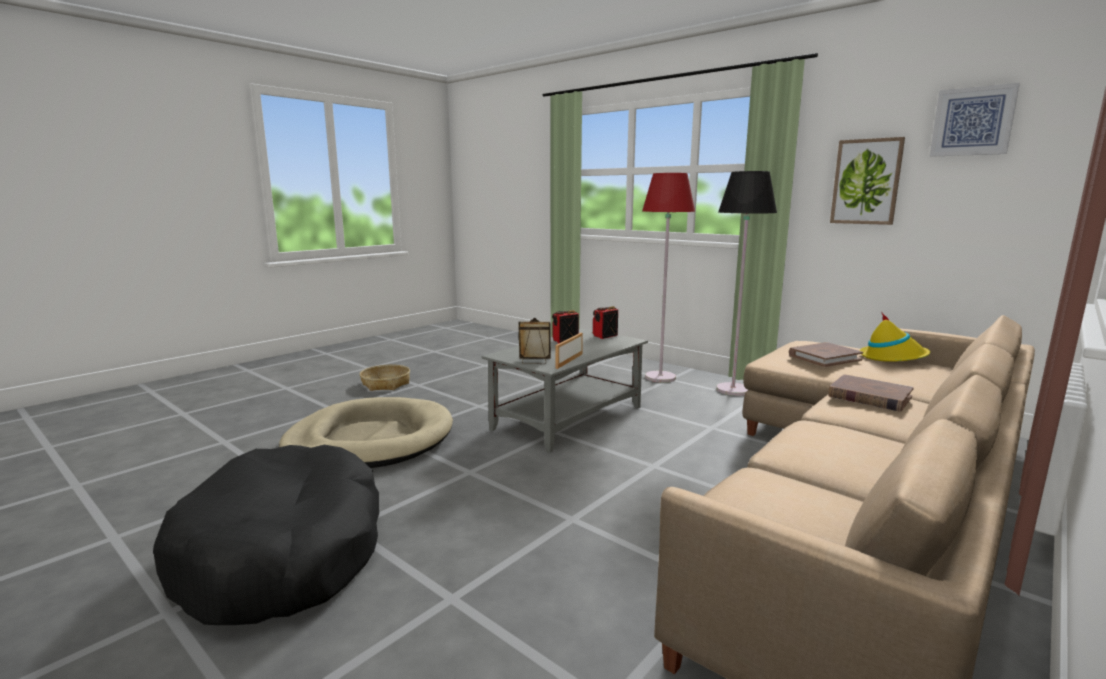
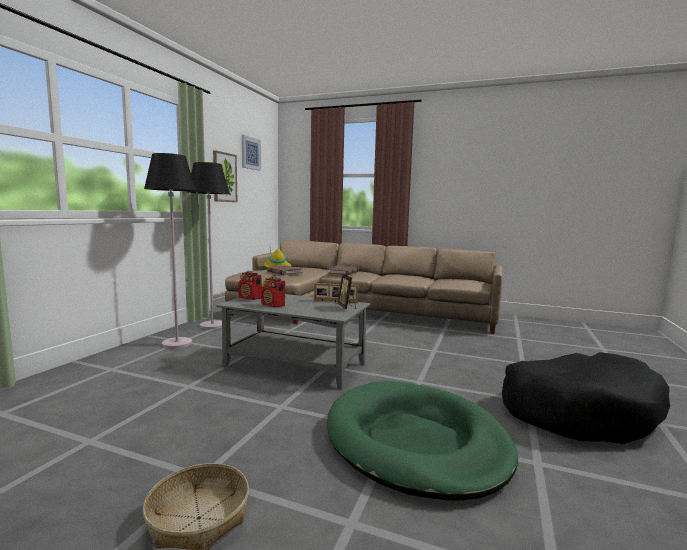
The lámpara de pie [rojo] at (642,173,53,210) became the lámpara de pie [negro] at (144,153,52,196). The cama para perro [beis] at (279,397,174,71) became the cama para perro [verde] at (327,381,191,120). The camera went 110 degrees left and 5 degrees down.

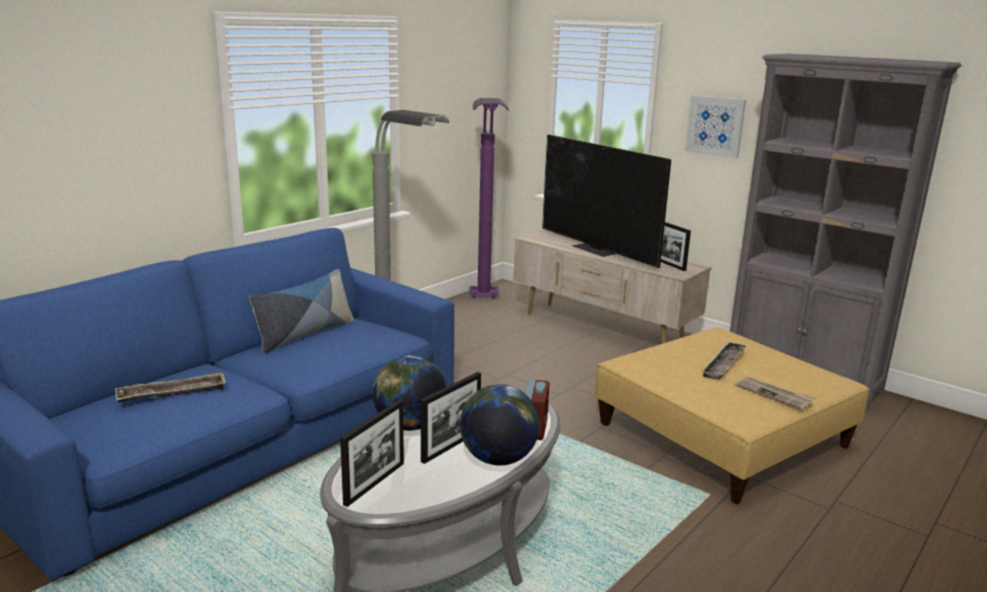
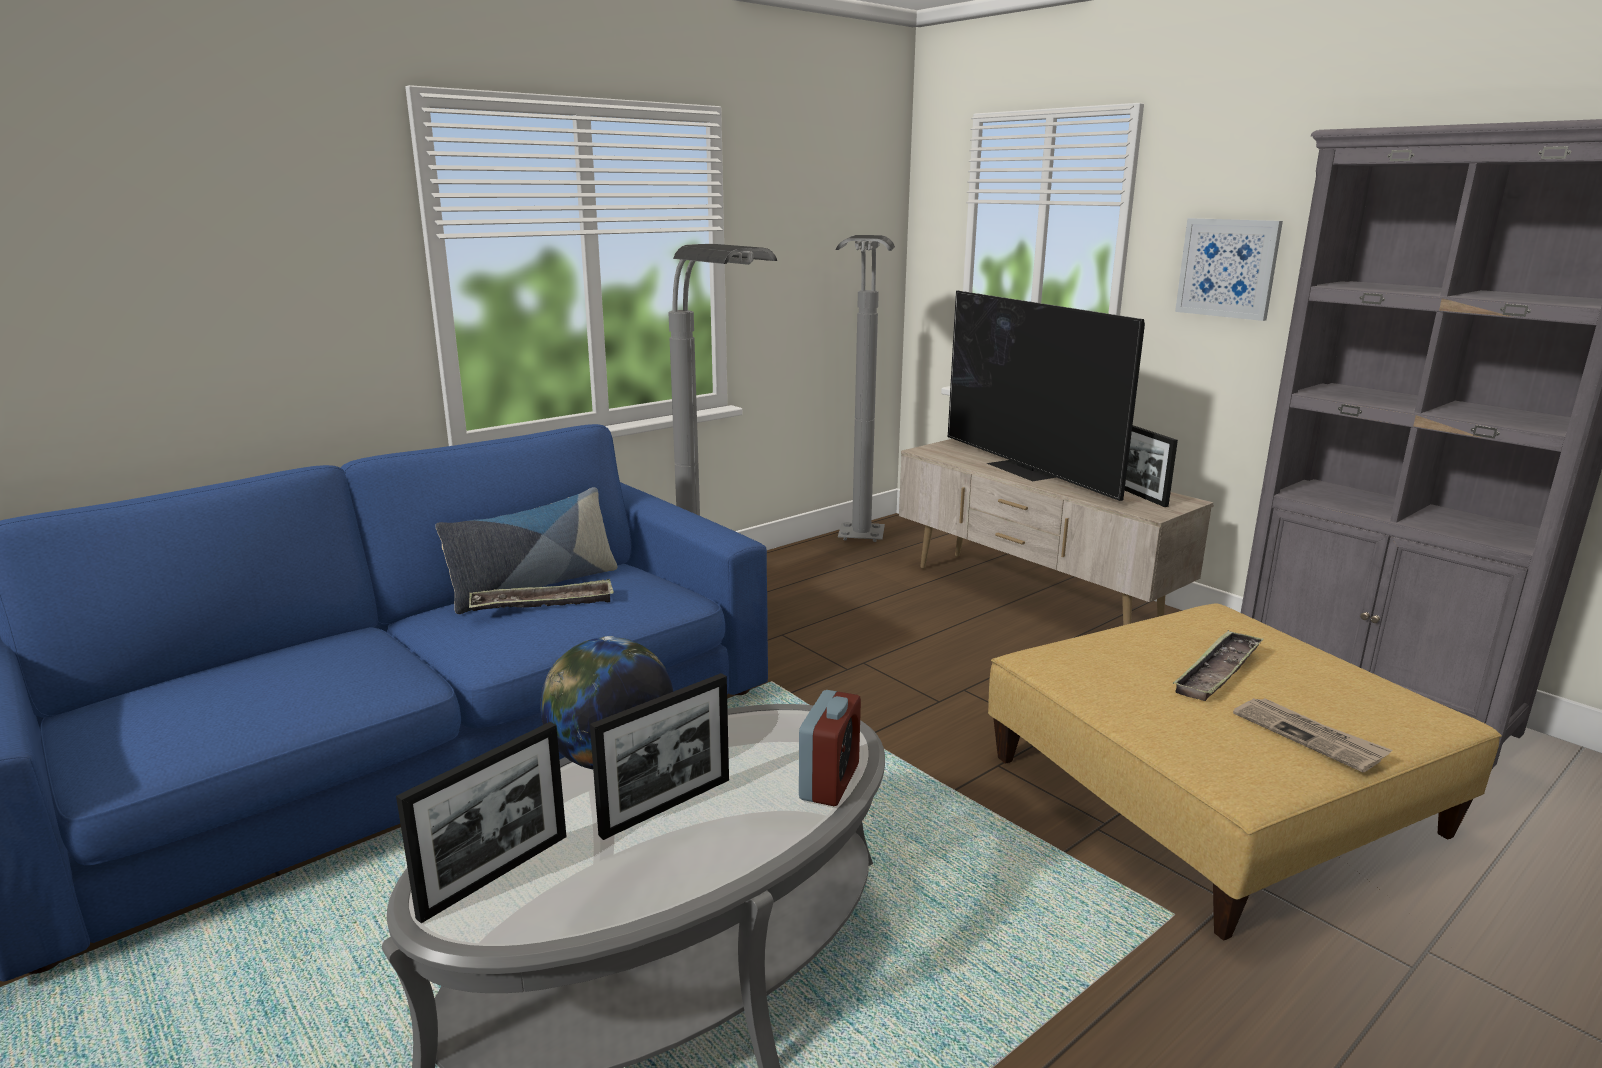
The bandeja moved from (115,372,111,30) to (469,579,145,32). The lámpara de pie [morado] at (469,98,40,201) became the lámpara de pie [gris] at (836,235,59,307). The globo terráqueo at (460,384,80,82) disappeared. The camera went 10 degrees right and 0 degrees up.

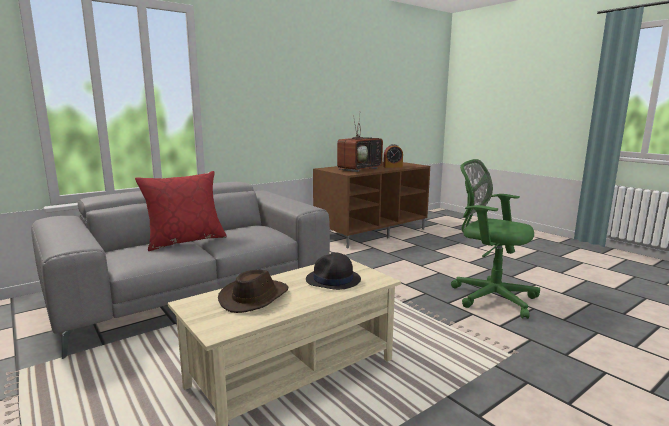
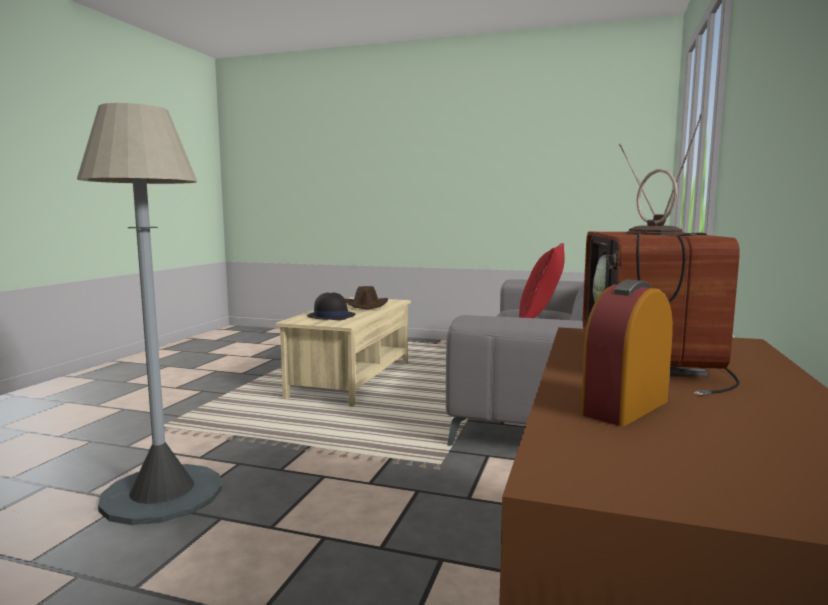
The silla de oficina [verde] at (451,159,89,160) was replaced by the lámpara de pie [gris] at (77,103,145,422). The camera went 145 degrees right and 5 degrees down.

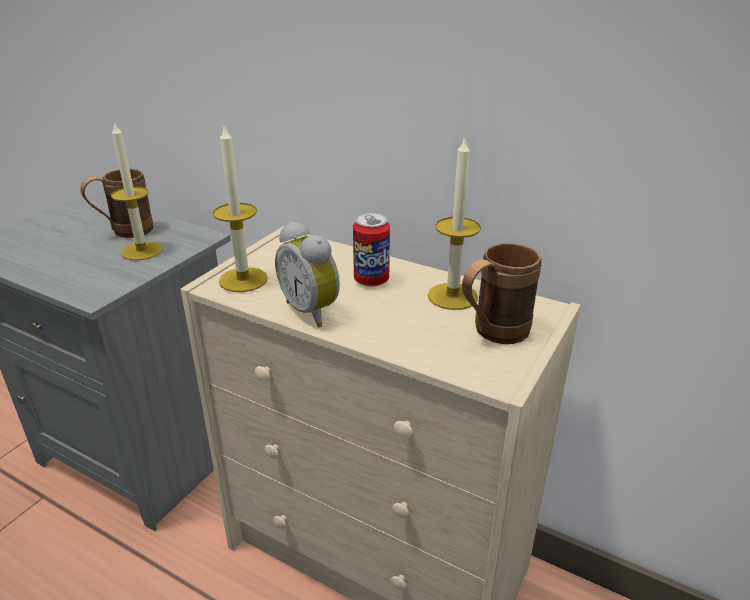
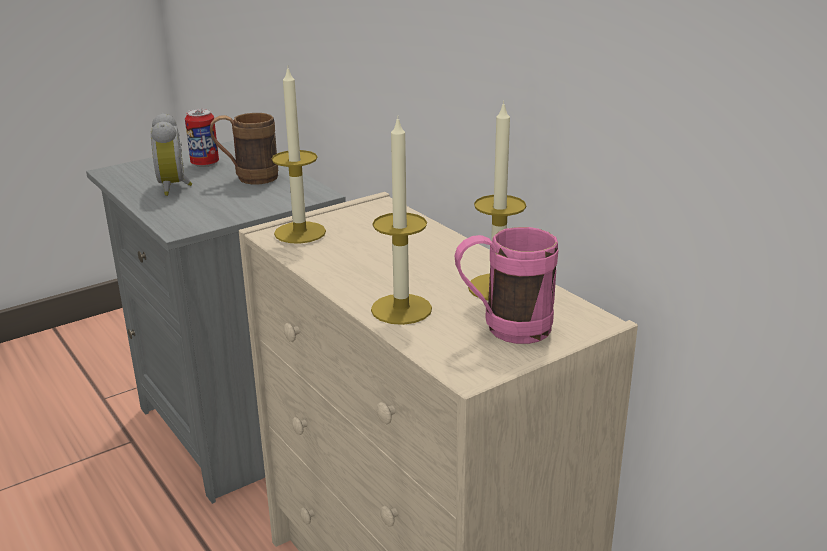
The despertador moved from (275,221,65,107) to (151,113,41,83). The lata moved from (353,213,37,74) to (185,109,34,58). The vela moved from (111,121,52,139) to (371,116,61,209). The taza grande [marrón] at (462,243,80,101) became the taza grande [rosa] at (454,227,105,117). The camera went 25 degrees right and 5 degrees down.

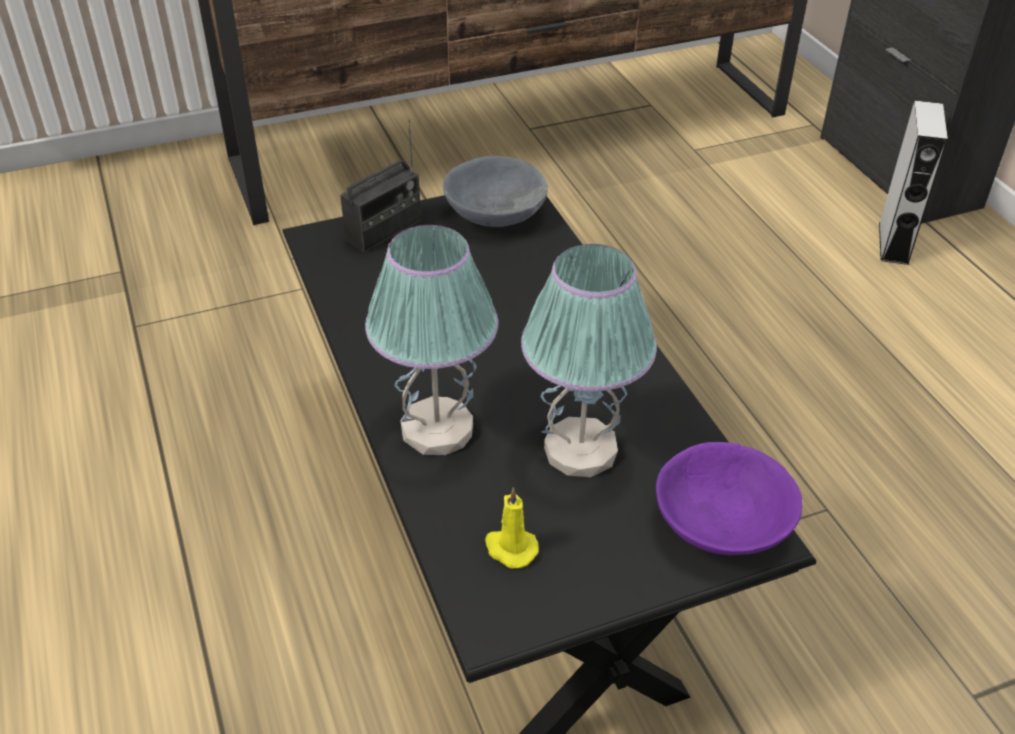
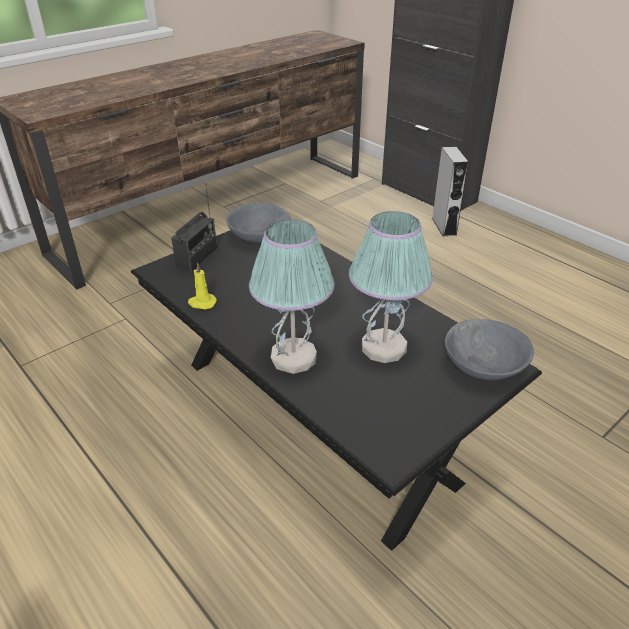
The vela [amarillo] moved from (485,488,54,80) to (188,263,29,47). The cuenco [morado] at (656,442,146,113) became the cuenco [gris] at (445,319,89,61). The camera went 20 degrees left and 5 degrees down.

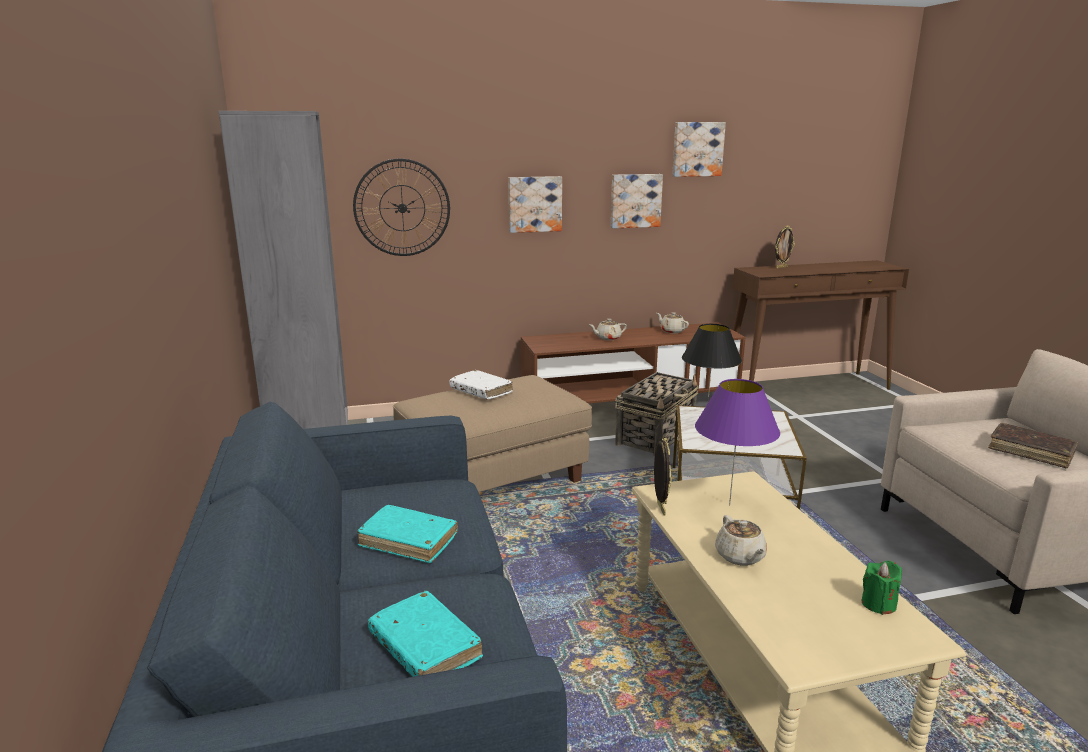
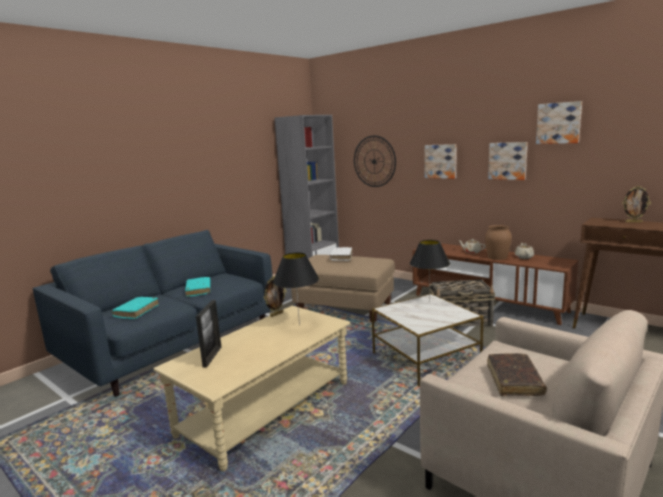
The portarretratos at (196,300,25,68) appeared. The lámpara de mesa [morado] at (695,379,85,127) became the lámpara de mesa [negro] at (273,253,46,72). The florero [marrón] at (485,225,27,35) appeared. The tetera [beis] at (715,515,52,50) disappeared. The vela [verde] at (862,561,40,54) disappeared. The camera went 55 degrees right and 5 degrees down.

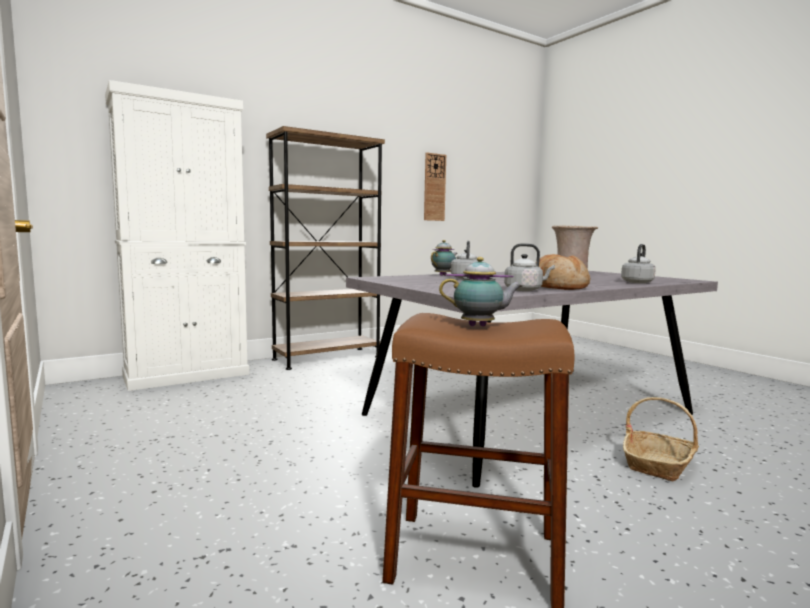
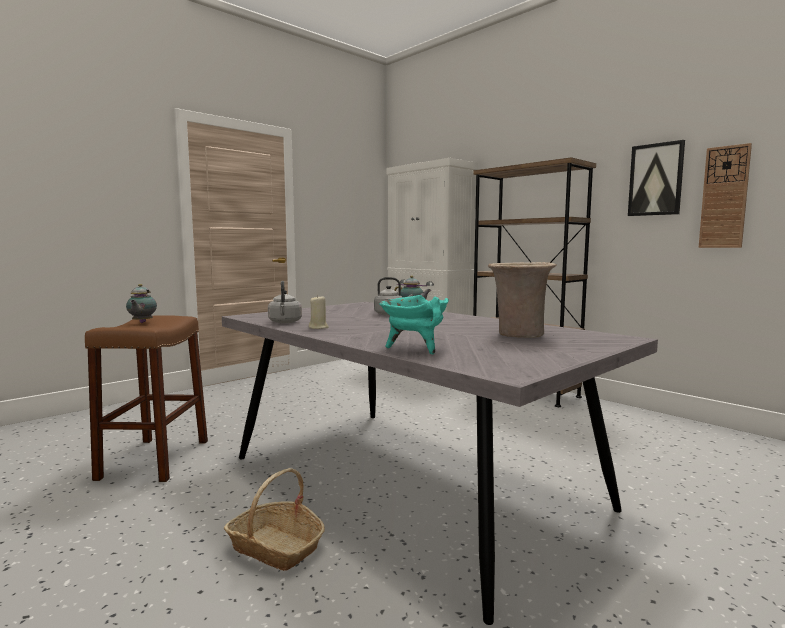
The pan at (535,254,55,36) was replaced by the vela [beis] at (309,295,20,34). The hervidor [gris] at (621,244,35,39) was replaced by the olla [turquesa] at (379,295,70,59). The cuadro at (628,140,57,76) appeared. The camera went 80 degrees right and 0 degrees up.

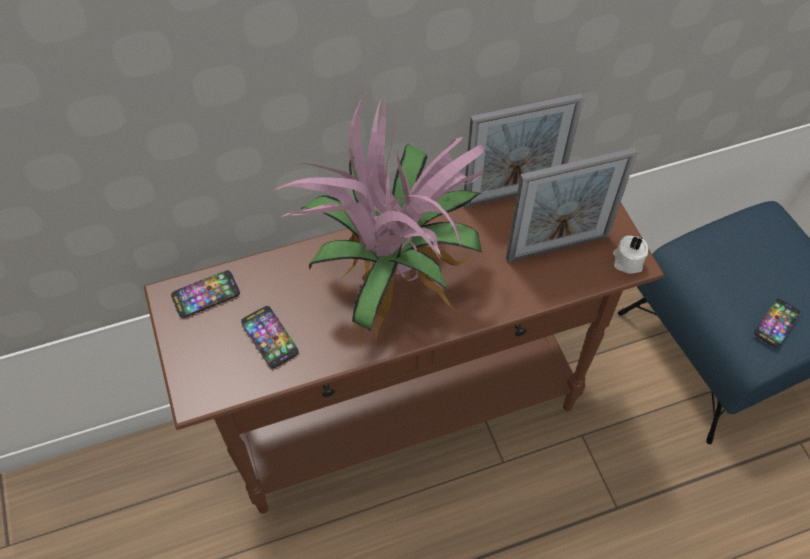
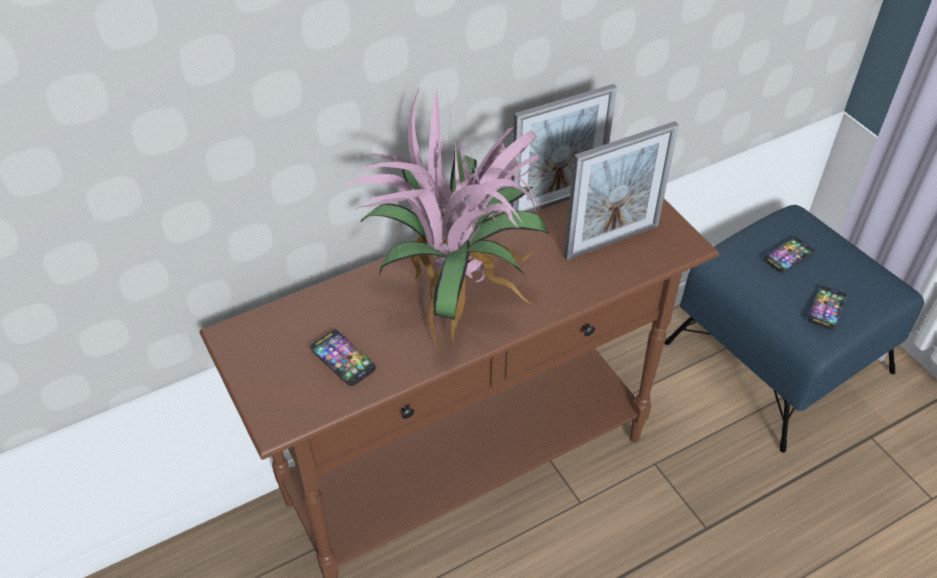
The móvil moved from (171,270,69,48) to (764,237,50,36). The vela [blanco] at (613,236,35,38) disappeared. The camera went 10 degrees left and 10 degrees down.

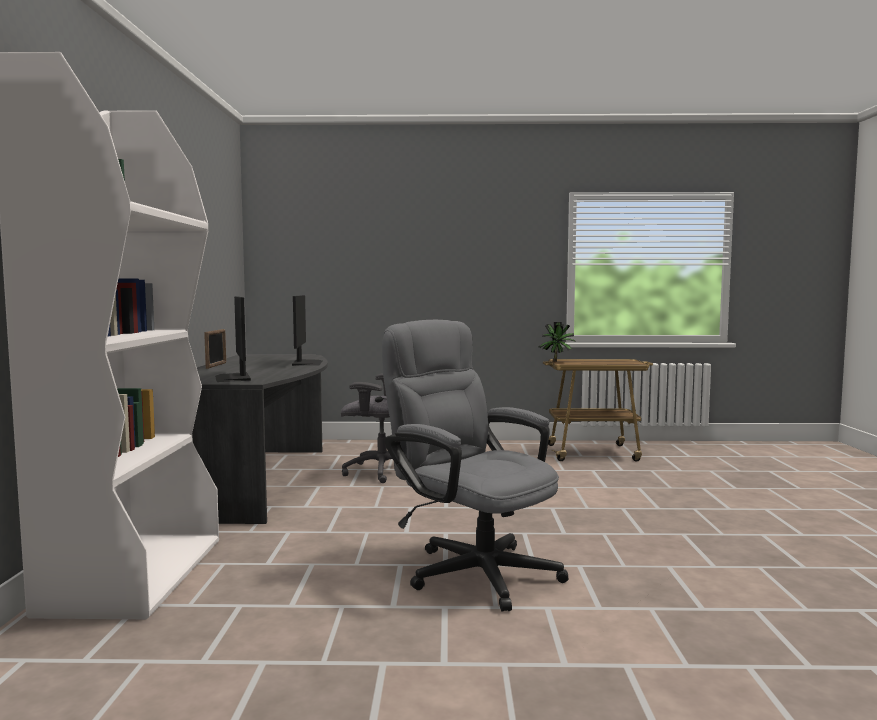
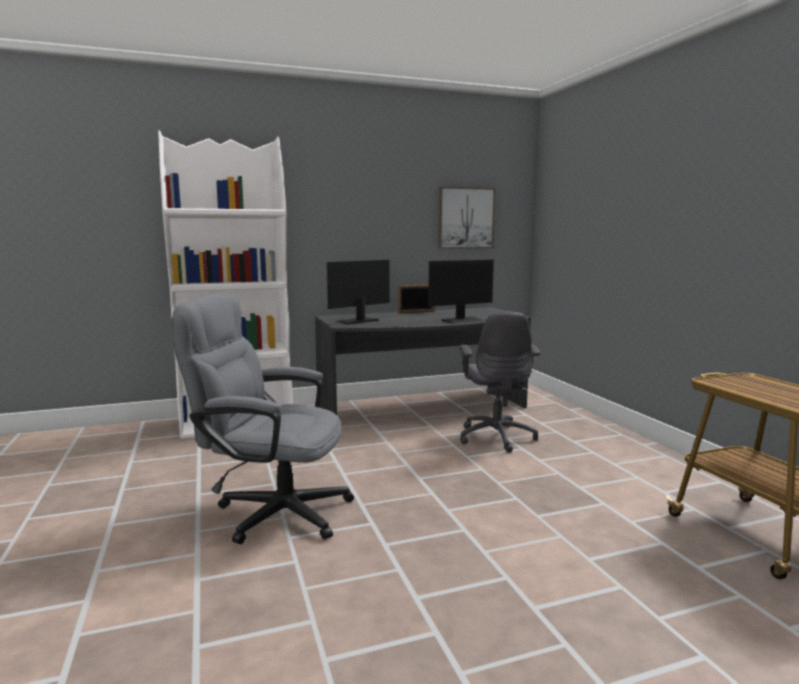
The silla de oficina [gris] at (382,320,186,291) turned 105 degrees counterclockwise. The cuadro at (438,187,57,62) appeared. The planta en maceta at (539,322,37,40) disappeared. The camera went 70 degrees right and 5 degrees up.

